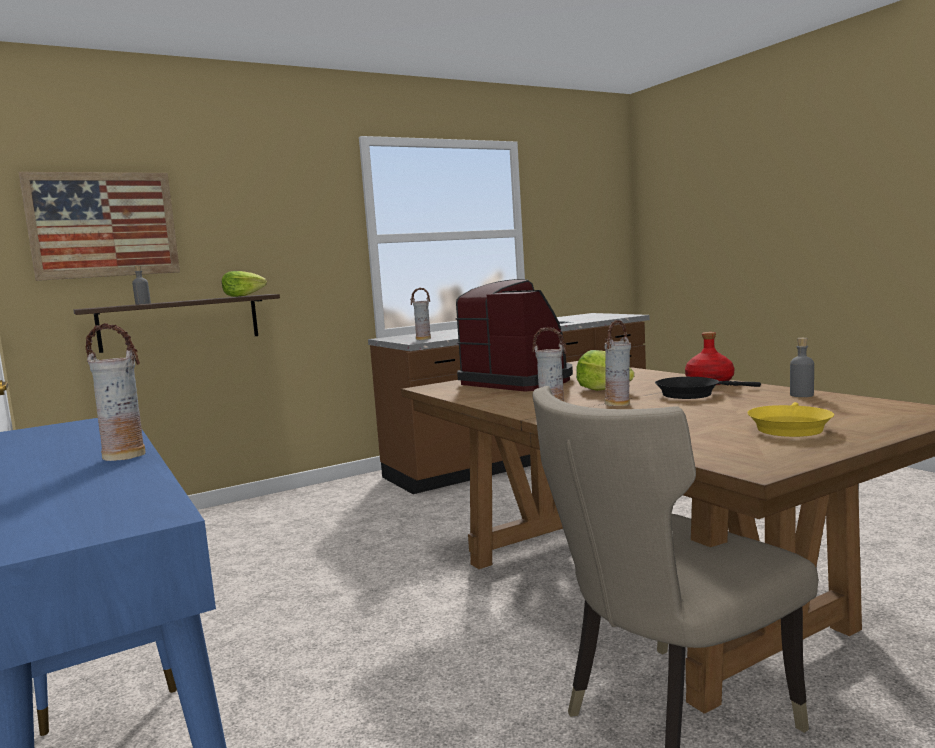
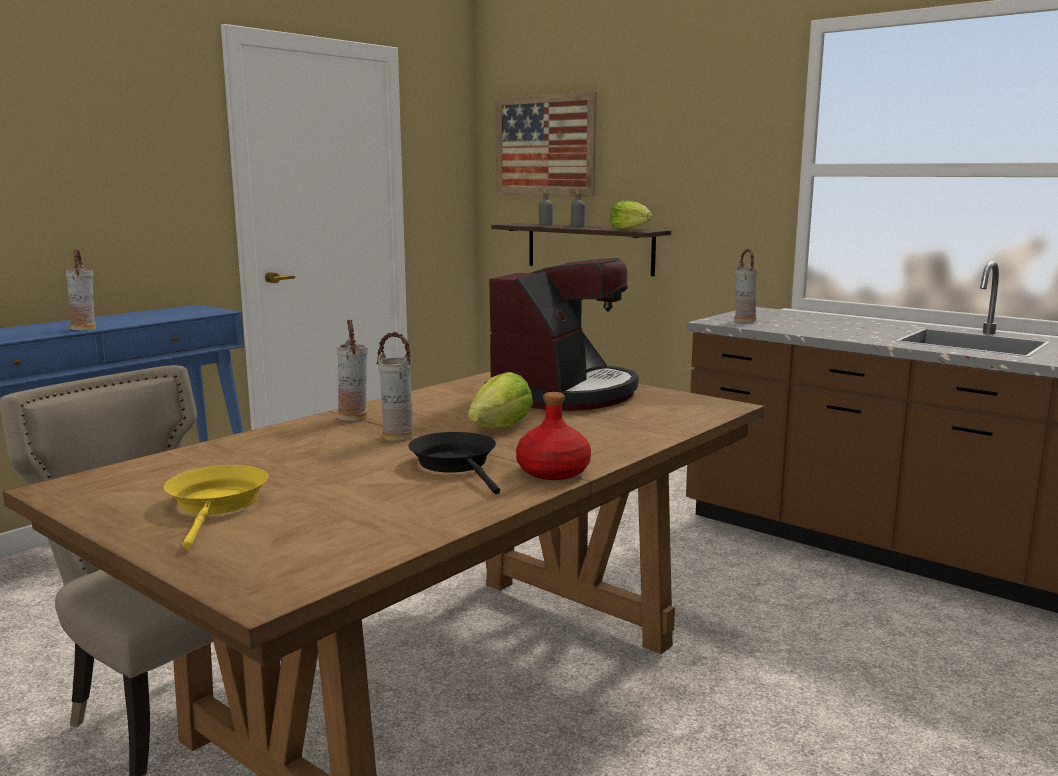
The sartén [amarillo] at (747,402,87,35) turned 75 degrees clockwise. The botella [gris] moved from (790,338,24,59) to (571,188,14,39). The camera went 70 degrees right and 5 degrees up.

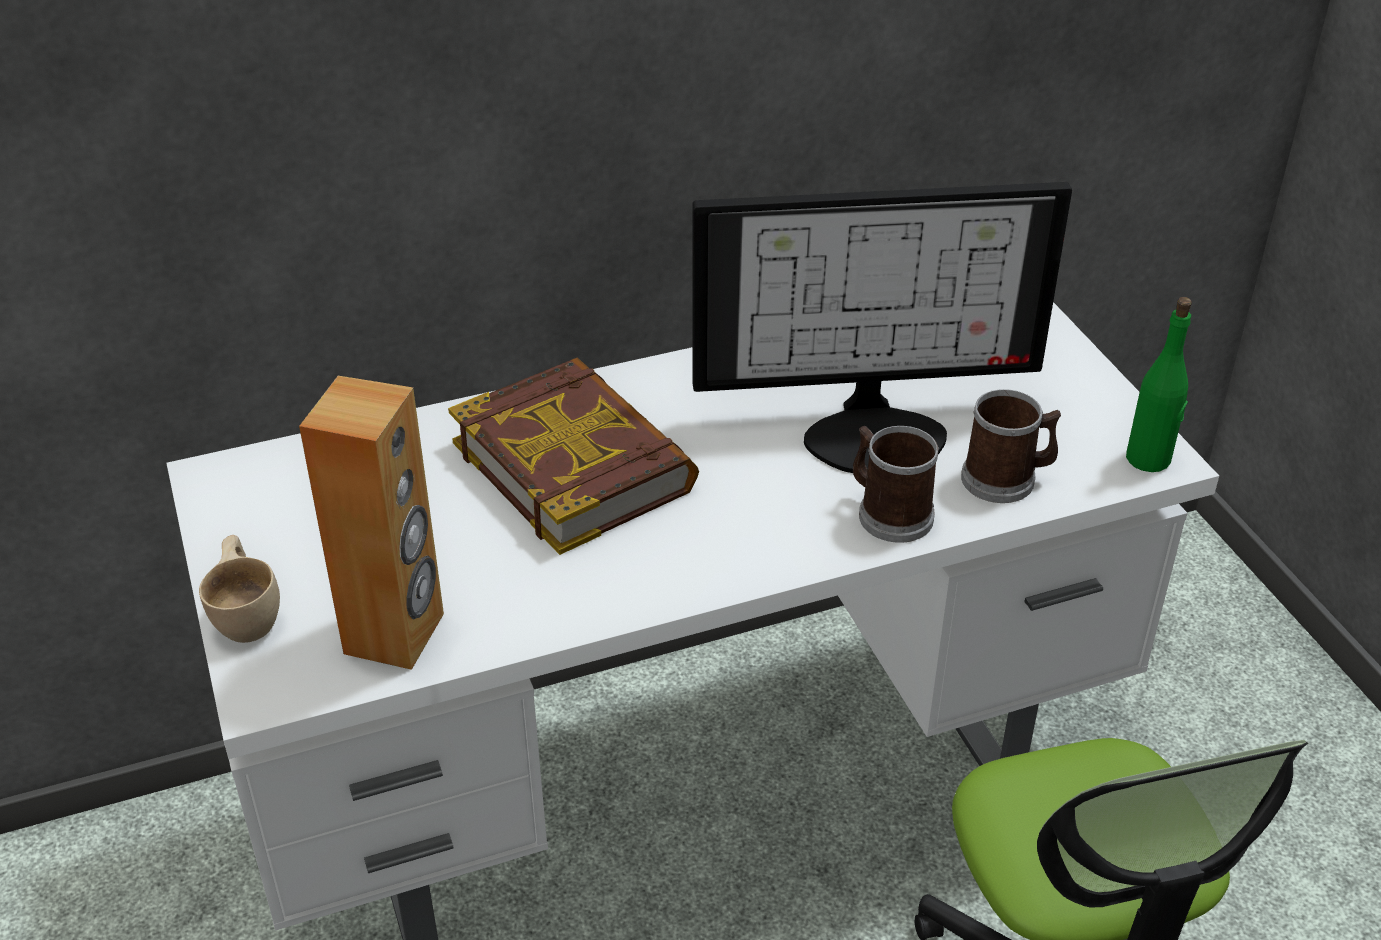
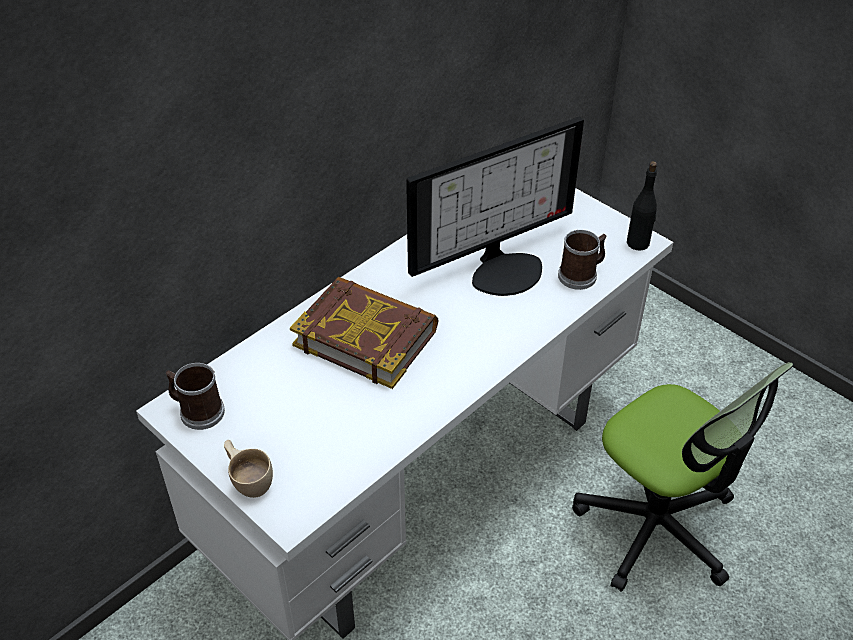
The taza grande moved from (853,426,86,117) to (166,363,59,67). The botella [verde] at (1126,297,66,175) became the botella [negro] at (627,161,30,90). The altavoz [marrón] at (299,376,145,294) disappeared. The camera went 25 degrees left and 5 degrees up.

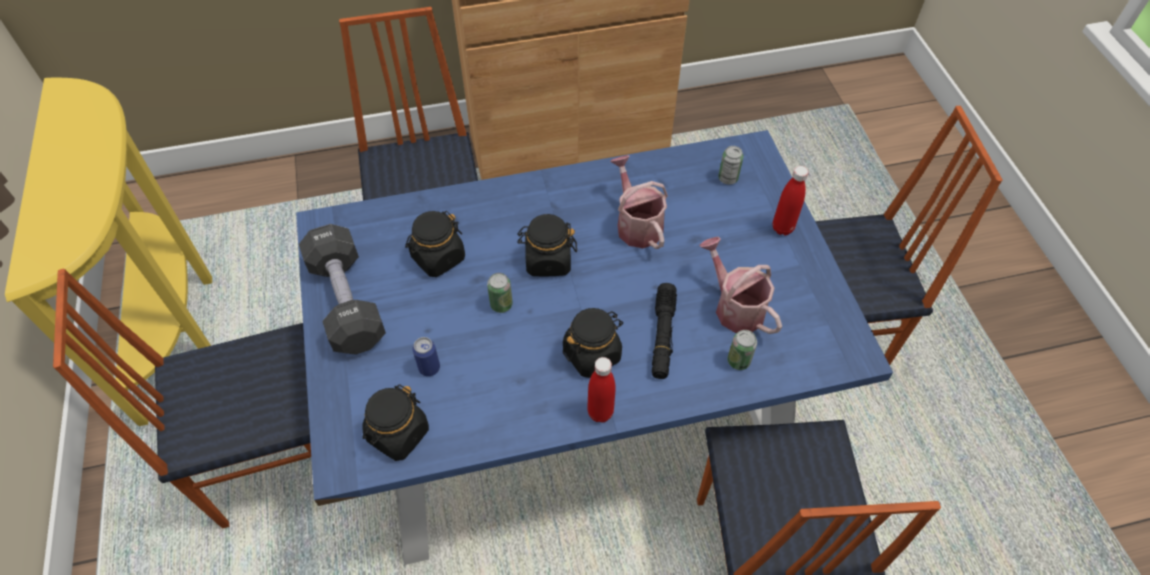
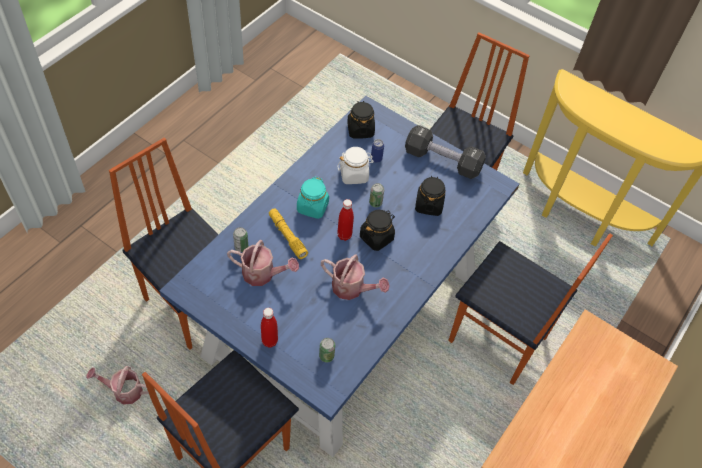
The regadera at (86,366,63,38) appeared. The linterna [negro] at (652,283,25,96) became the linterna [amarillo] at (269,208,39,51). The tarro [negro] at (563,308,60,70) became the tarro [turquesa] at (297,177,32,42). The tarro [blanco] at (337,147,37,37) appeared. The botella [rojo] moved from (587,357,28,66) to (337,199,17,42). The camera went 135 degrees right and 0 degrees up.

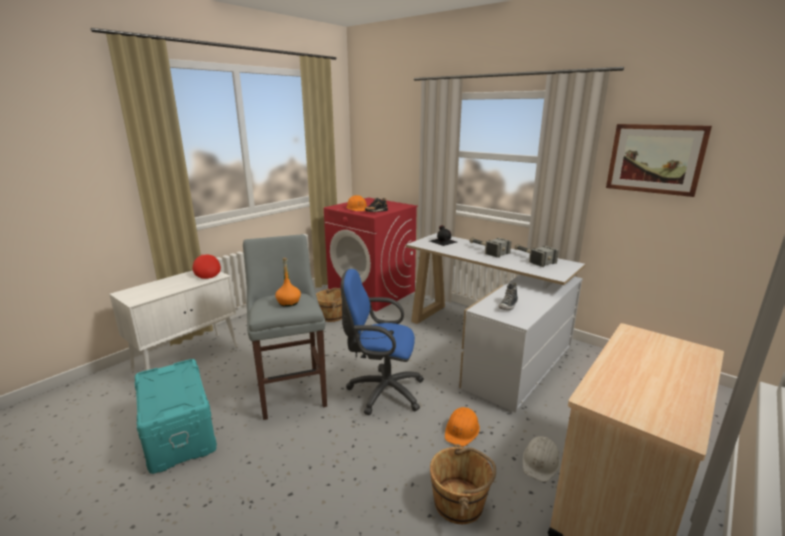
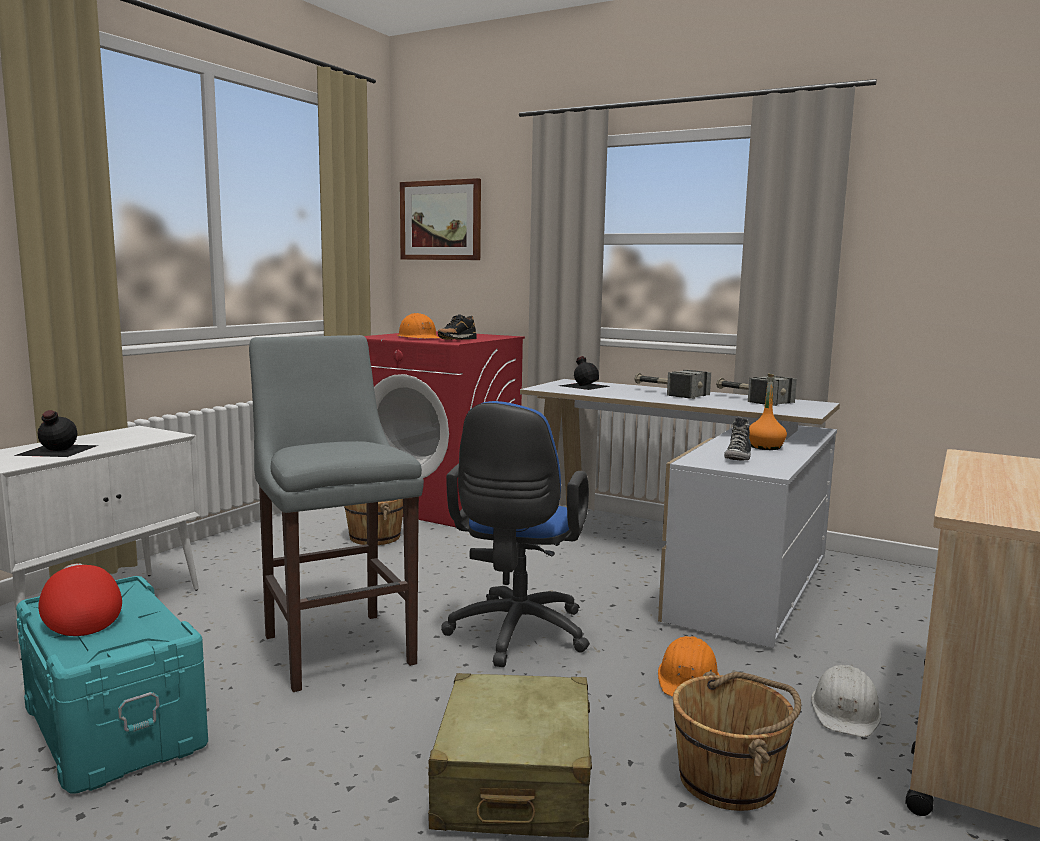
The botella [negro] at (14,410,85,47) appeared. The gorra [rojo] moved from (193,254,28,25) to (38,563,84,73). The cuadro moved from (606,124,106,73) to (400,178,81,82). The maleta [beis] at (428,673,164,165) appeared. The silla de oficina [azul] at (341,269,83,146) turned 75 degrees counterclockwise. The botella [naranja] moved from (275,258,26,49) to (749,374,38,76). The camera went 10 degrees left and 10 degrees down.

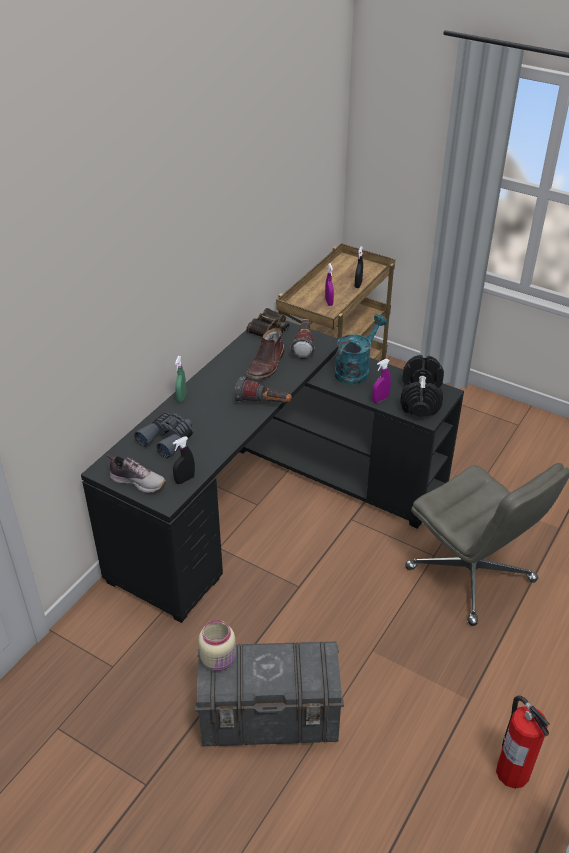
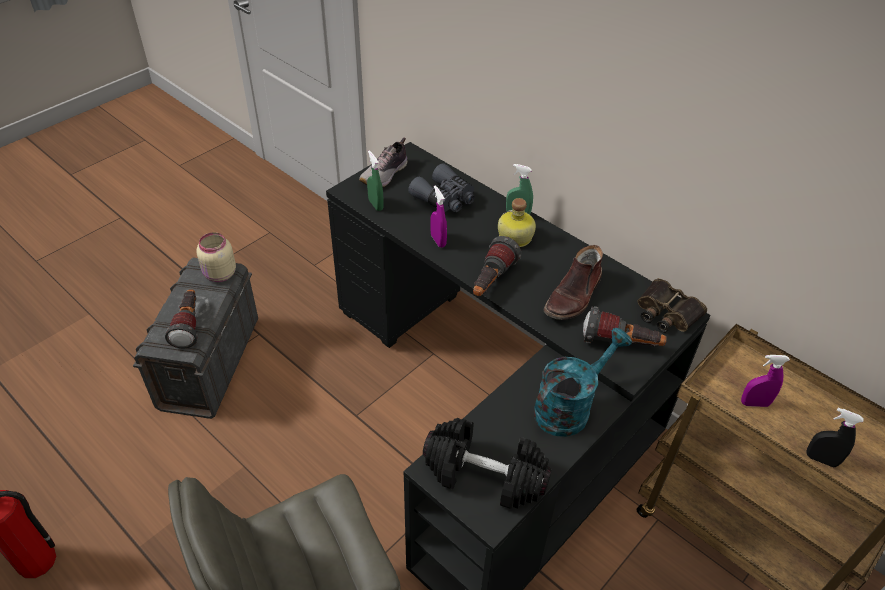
The linterna at (165,289,33,60) appeared. The pulverizador [negro] at (173,436,22,48) became the pulverizador [verde] at (367,150,17,61). The pulverizador [morado] moved from (372,359,19,44) to (430,185,17,63). The botella at (498,198,38,49) appeared. The regadera [turquesa] at (334,314,53,71) turned 90 degrees counterclockwise. The bota [marrón] at (246,328,39,52) turned 90 degrees counterclockwise. The camera went 100 degrees right and 5 degrees up.

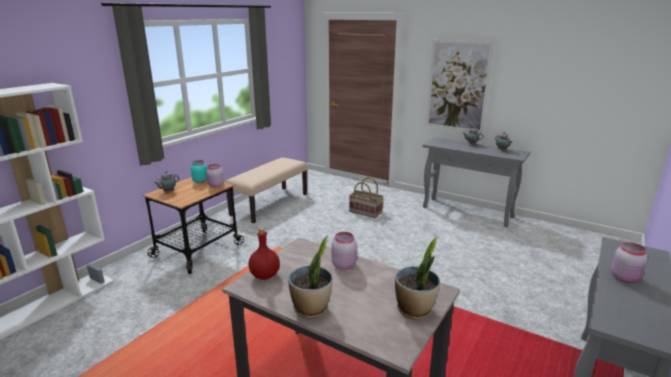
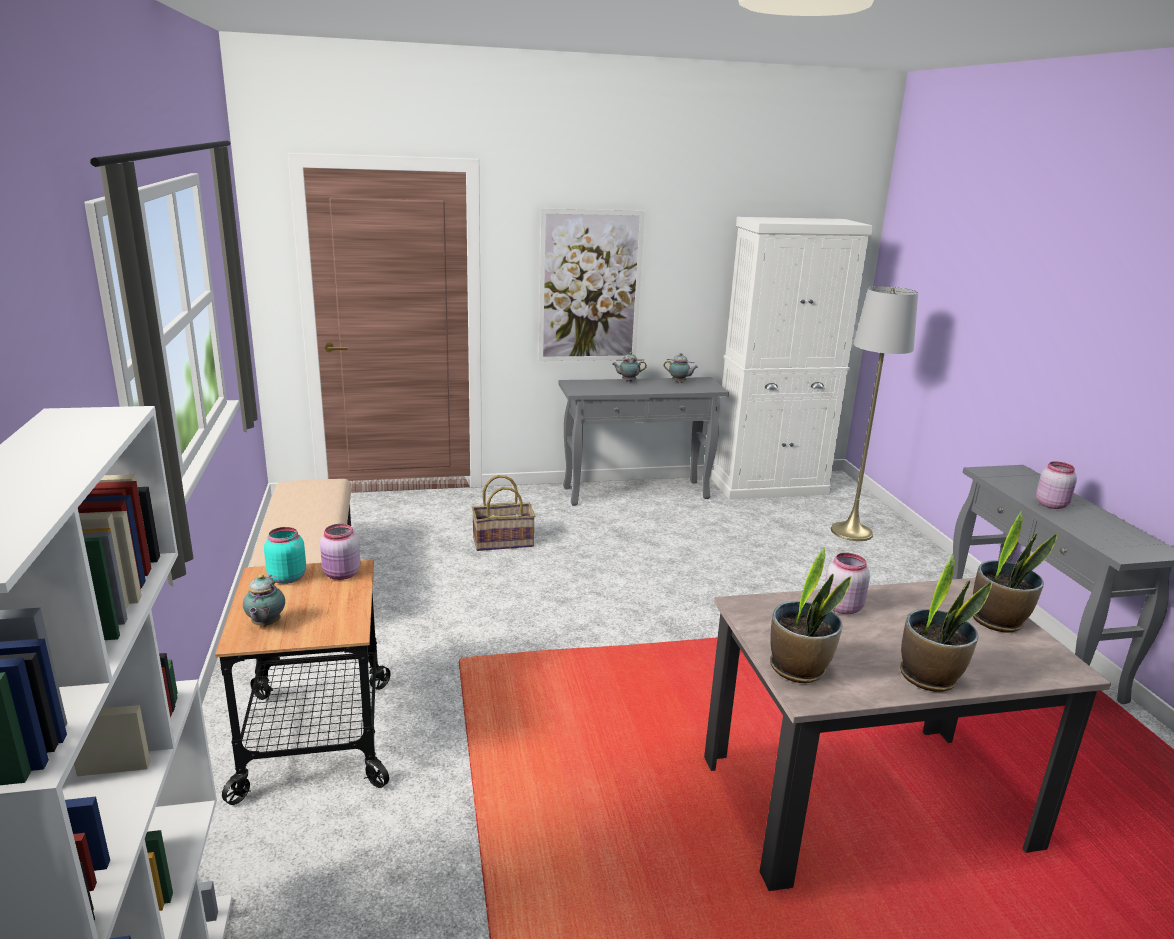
The armario [blanco] at (711,217,162,283) appeared. The botella [rojo] at (248,228,32,52) was replaced by the planta en maceta at (770,547,81,136). The lámpara de pie [gris] at (831,286,87,255) appeared. The camera went 45 degrees left and 0 degrees up.

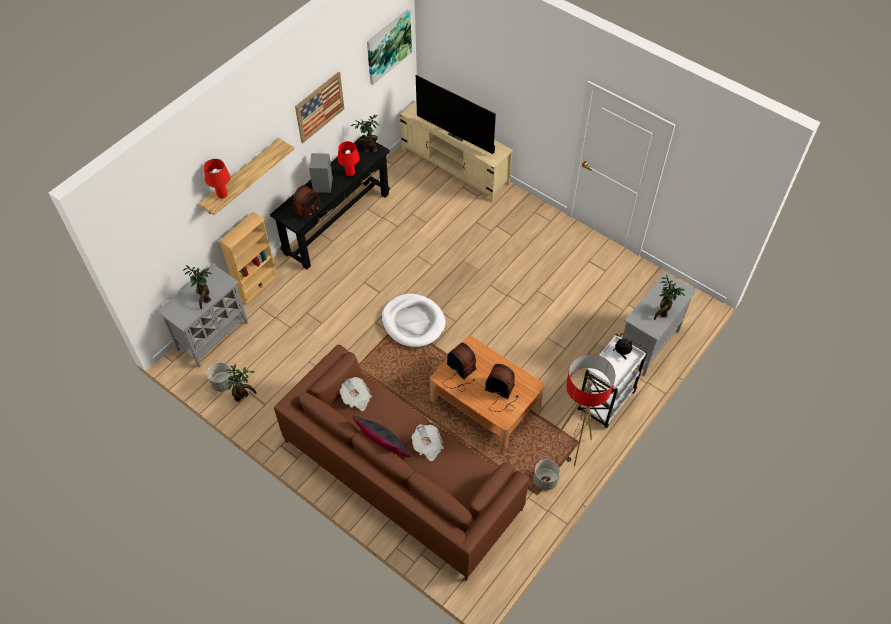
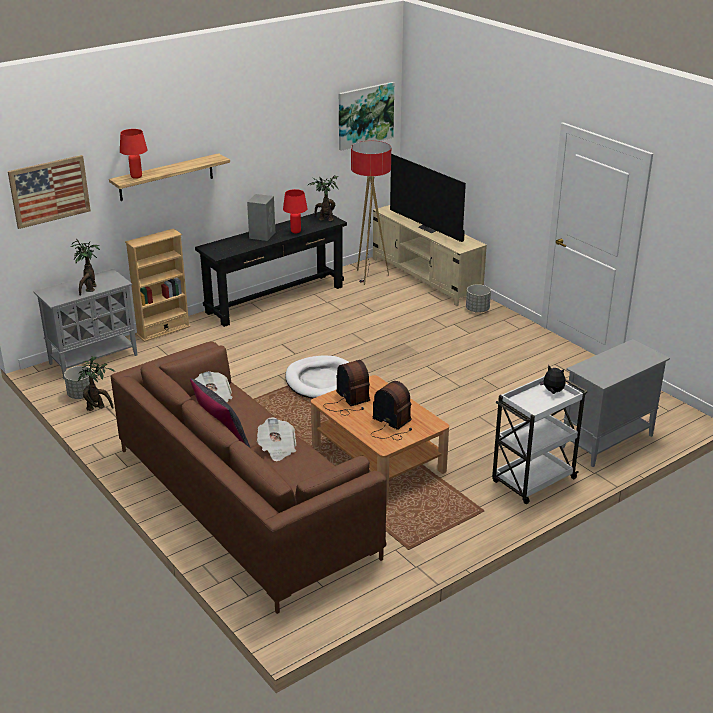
The cuadro moved from (295,72,49,71) to (8,155,83,74). The lámpara de pie moved from (556,354,60,113) to (351,141,40,144). The maceta [gris] moved from (533,459,27,31) to (466,284,25,29). The radio at (282,185,40,35) disappeared. The planta en maceta at (654,275,31,45) disappeared. The camera went 15 degrees right and 25 degrees down.

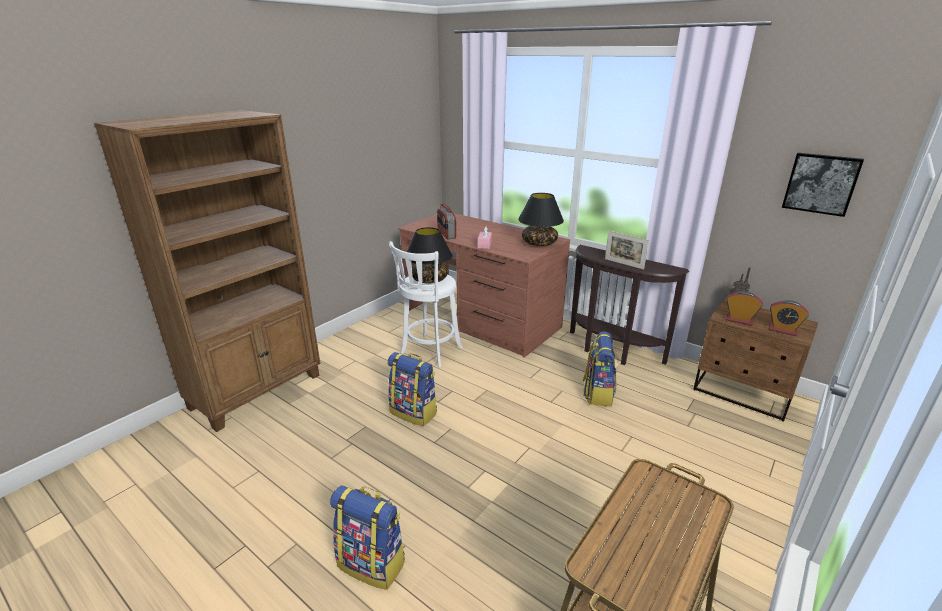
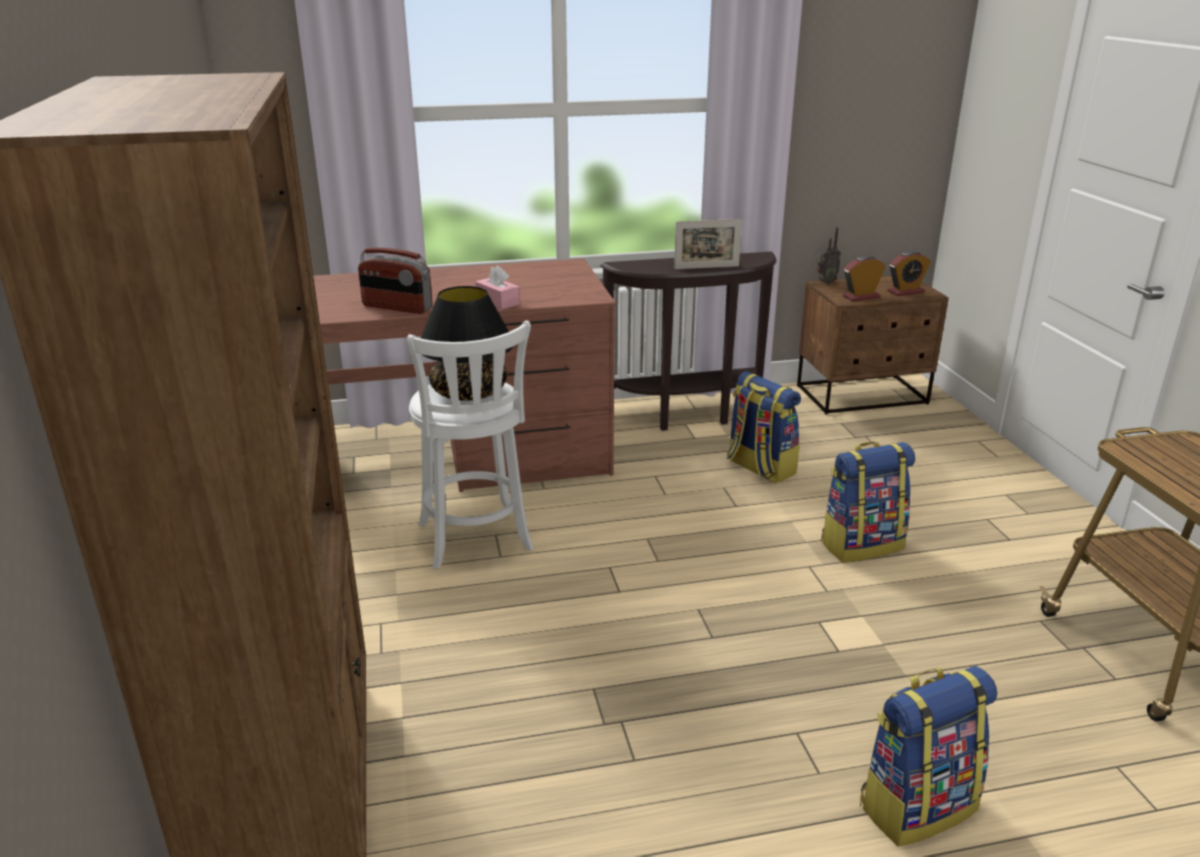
The mochila moved from (388,352,49,74) to (821,442,94,121). The lámpara de mesa [negro] at (518,193,46,53) disappeared. The cuadro at (782,153,82,64) disappeared. The camera went 50 degrees left and 0 degrees up.

